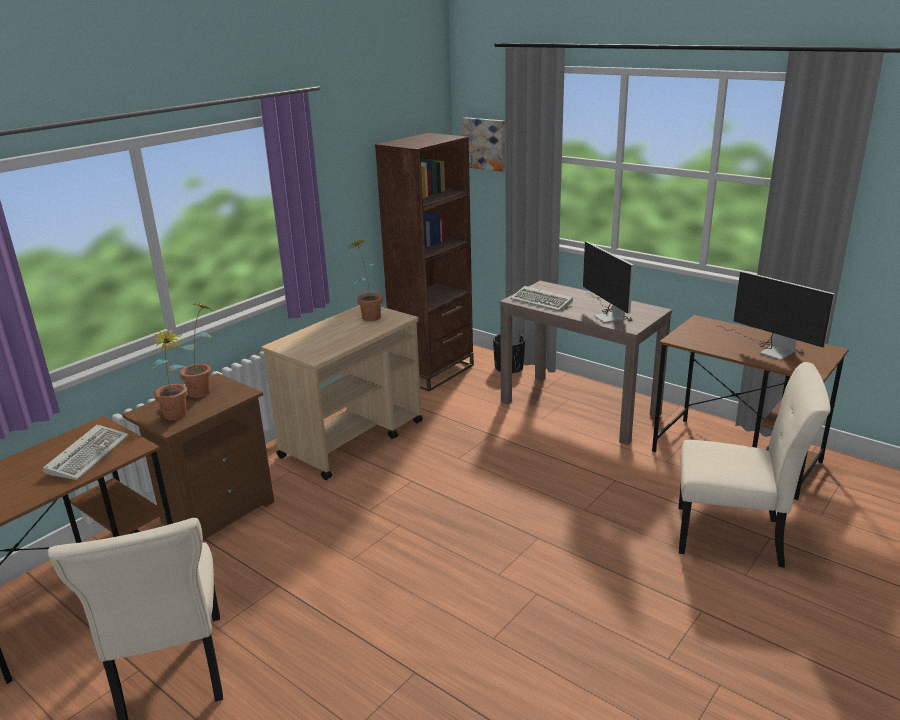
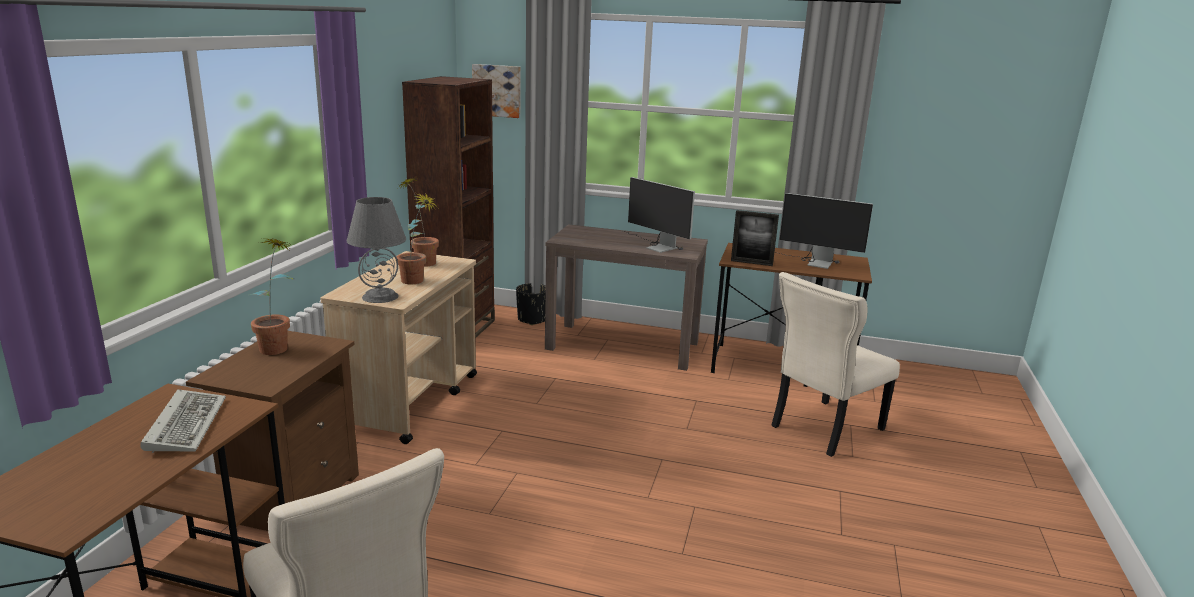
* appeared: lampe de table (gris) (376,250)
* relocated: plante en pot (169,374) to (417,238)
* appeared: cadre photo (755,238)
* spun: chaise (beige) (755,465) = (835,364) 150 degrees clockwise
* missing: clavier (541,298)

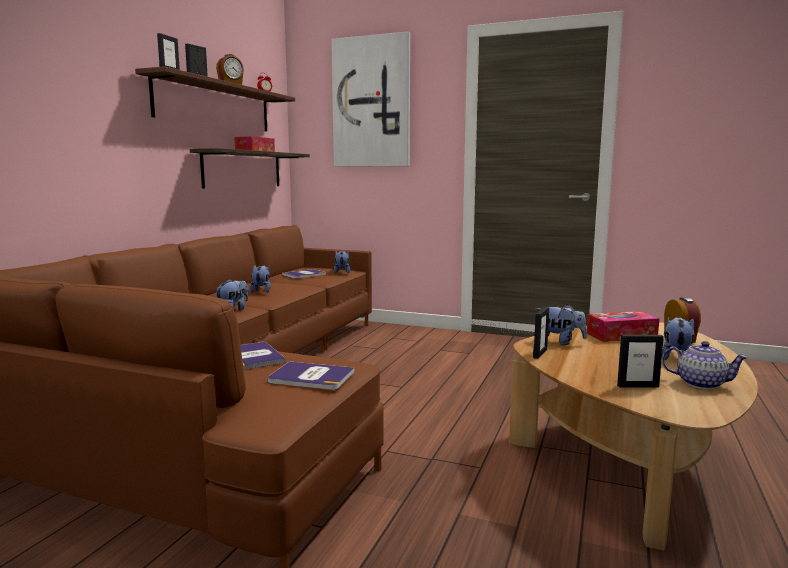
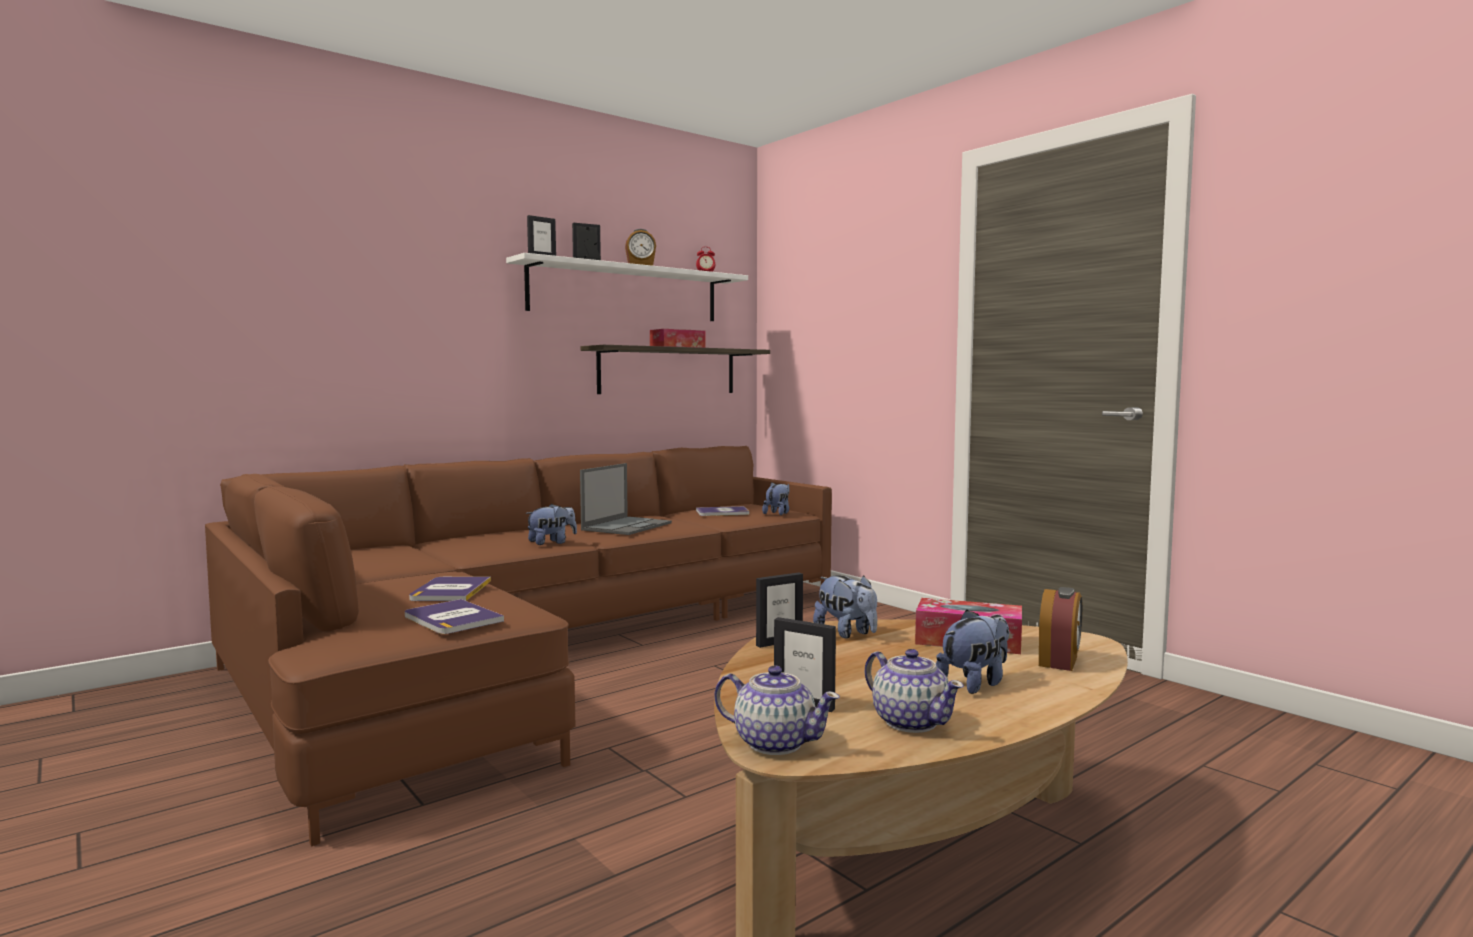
* colour: étagère (marron) (215,98) to étagère (blanc) (627,287)
* exchanged: peluche (260,279) to ordinateur portable (626,499)
* appeared: théière (777,710)
* missing: tableau (370,99)

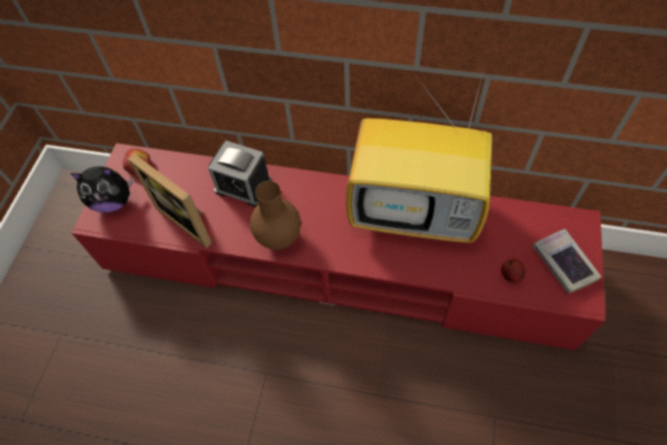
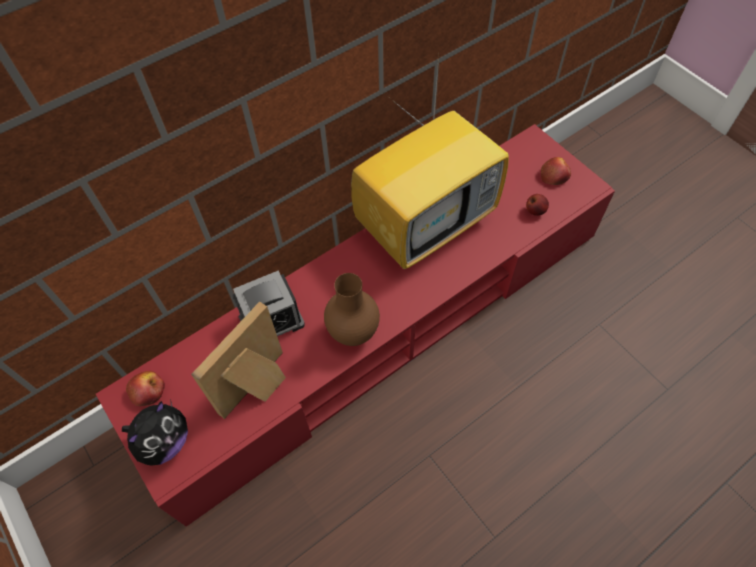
* spun: cadre photo (170,201) = (238,360) 135 degrees clockwise
* exchanged: livre (567,261) to pomme (556,171)

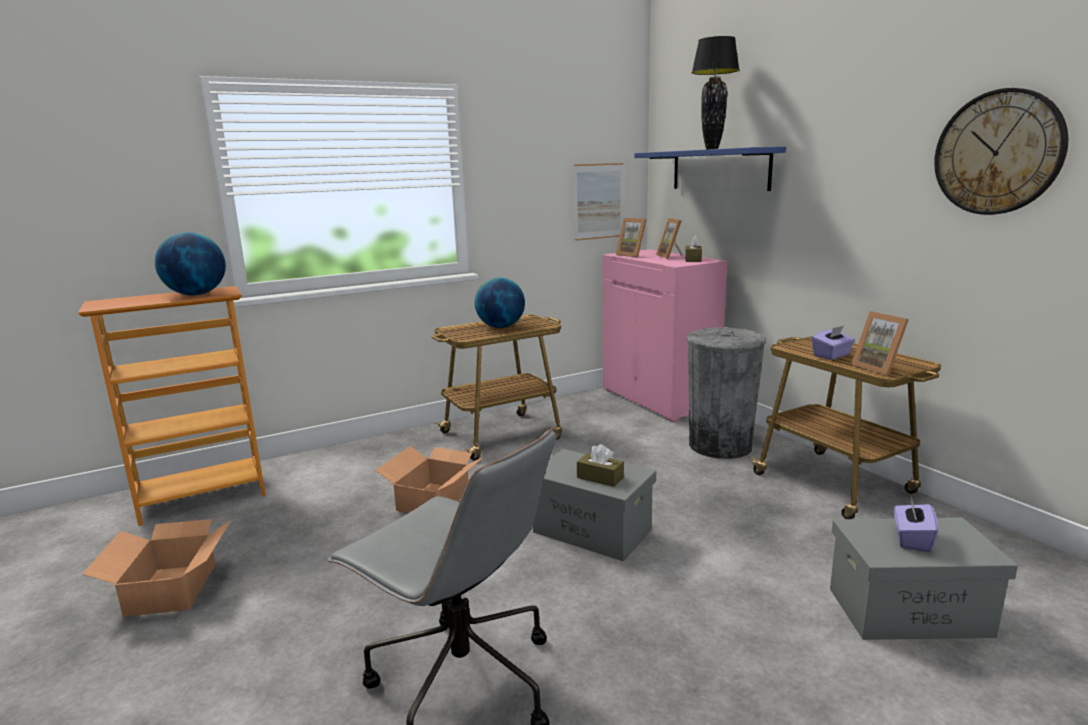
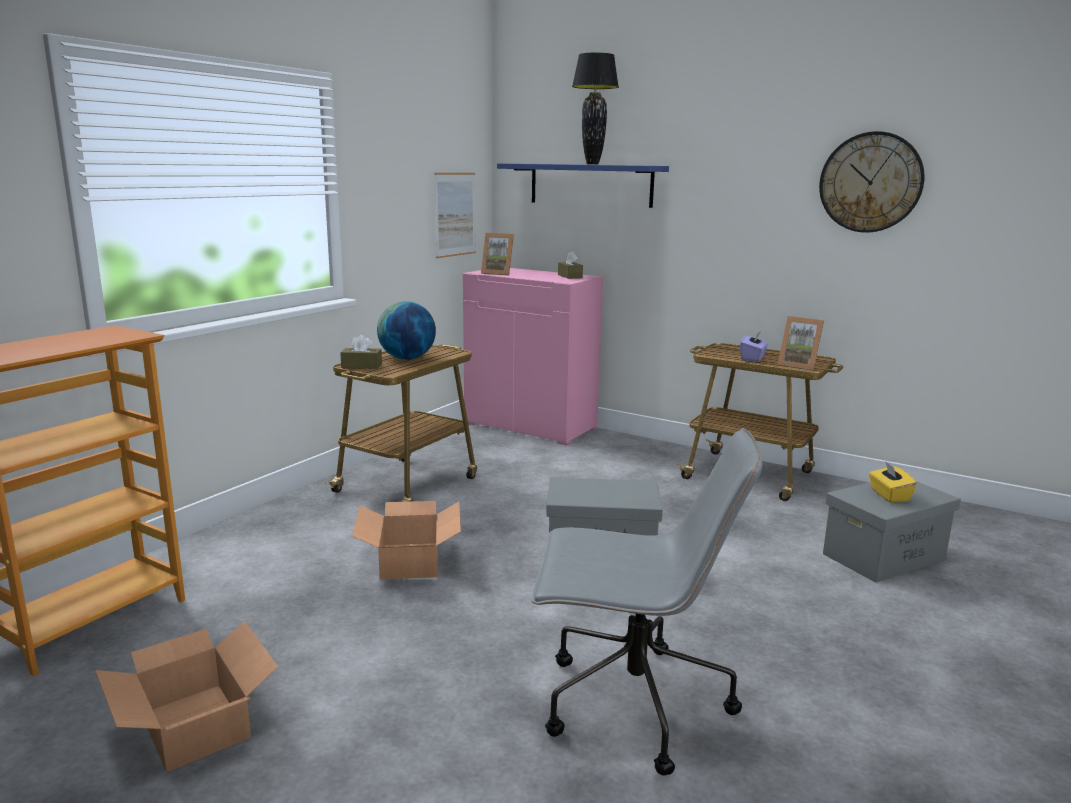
* relocated: boîte à mouchoirs (marron) (600,465) to (361,352)
* colour: boîte à mouchoirs (violet) (916,524) to boîte à mouchoirs (jaune) (893,482)
* missing: globe (190,263)
* missing: cadre photo (669,238)
* missing: poubelle (gris) (726,393)

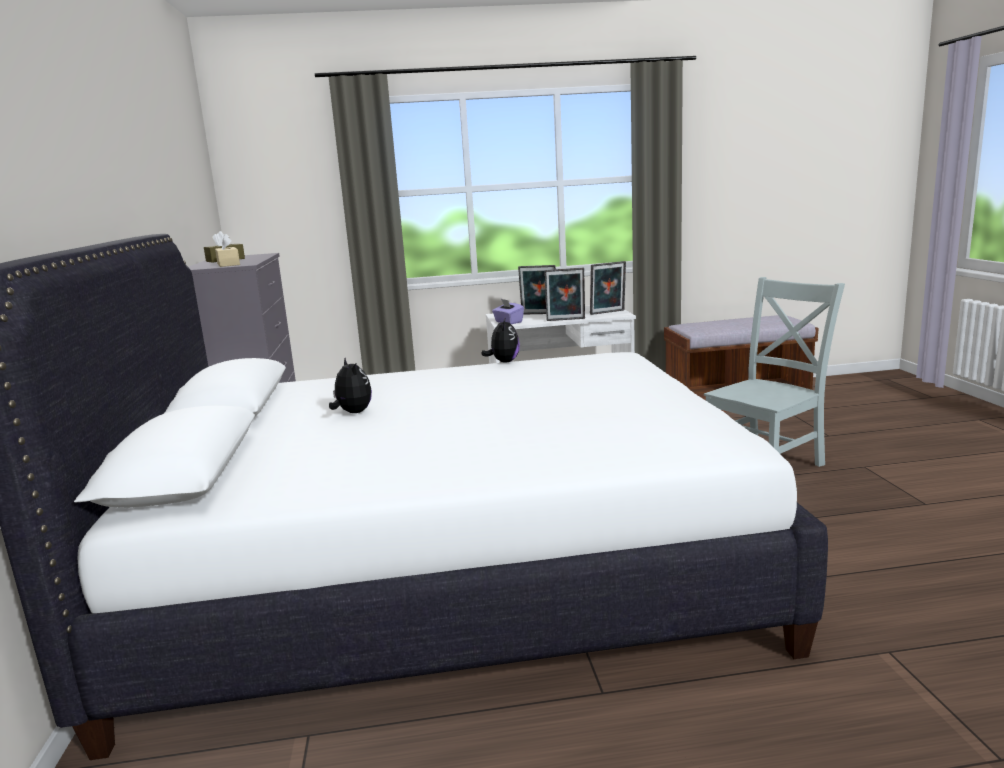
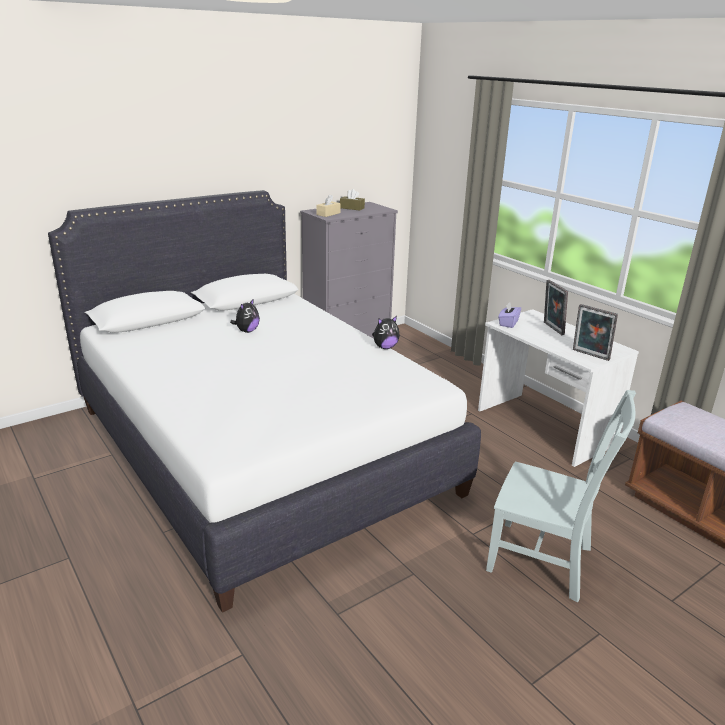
* missing: cadre photo (565,294)

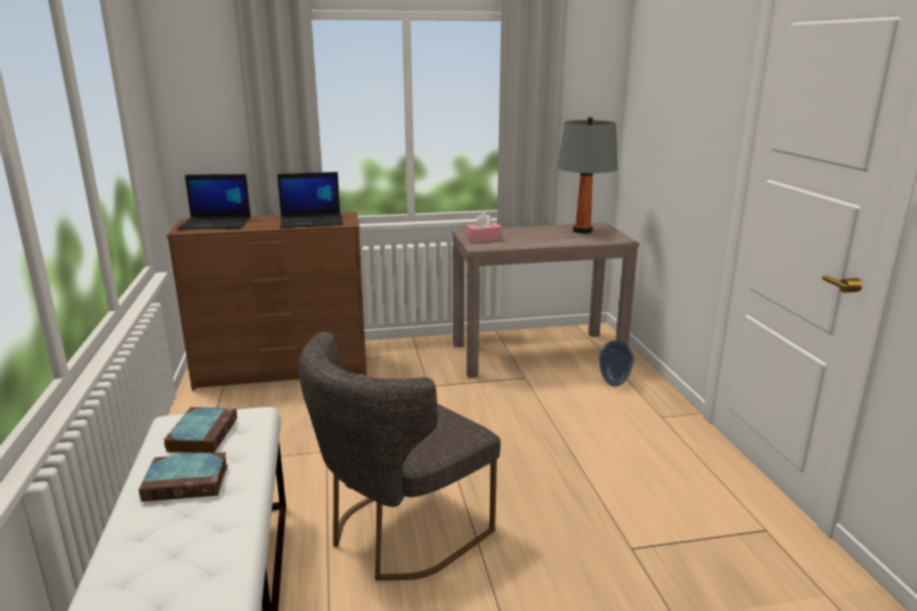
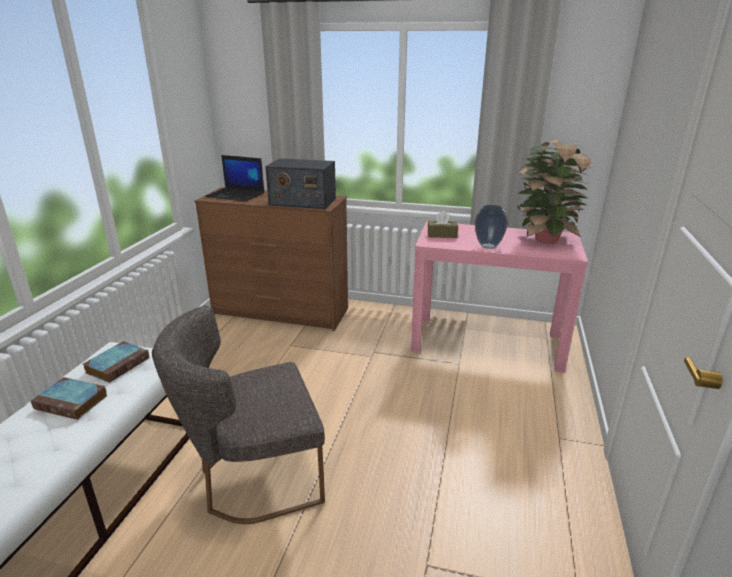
* exchanged: ordinateur portable (310,200) to radio (300,183)
* colour: table console (marron) (545,300) to table console (rose) (499,297)
* colour: boîte à mouchoirs (rose) (484,227) to boîte à mouchoirs (marron) (443,224)
* relocated: vase (616,363) to (491,227)
* exchanged: lampe de table (gris) (587,175) to plante en pot (553,192)

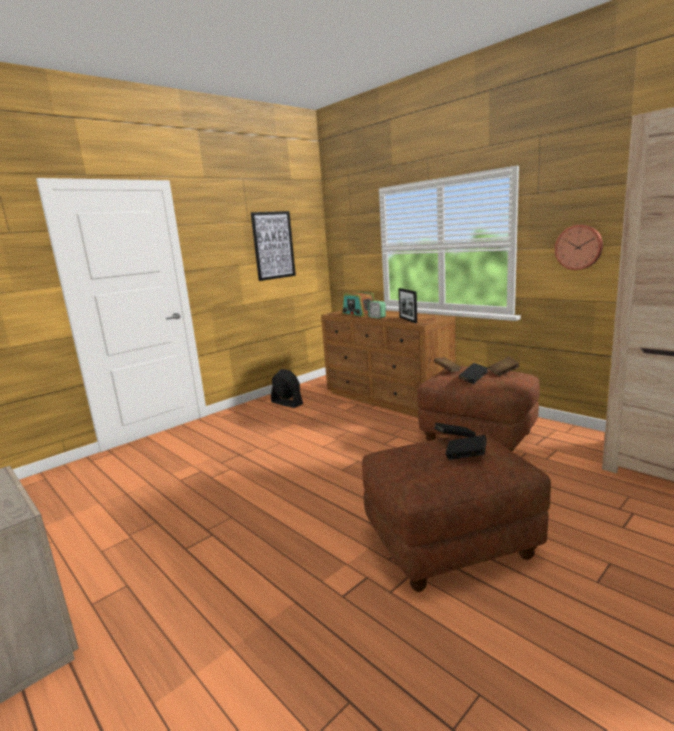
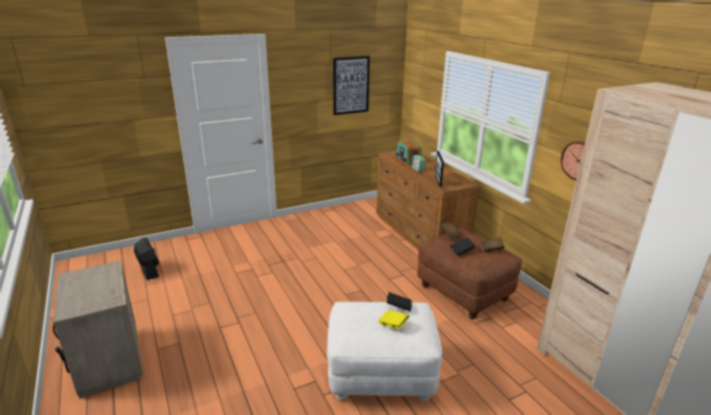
* relocated: ventilateur (noir) (287,388) to (146,259)
* colour: pouf (marron) (456,512) to pouf (blanc) (384,352)
* colour: livre (noir) (466,447) to livre (jaune) (394,319)

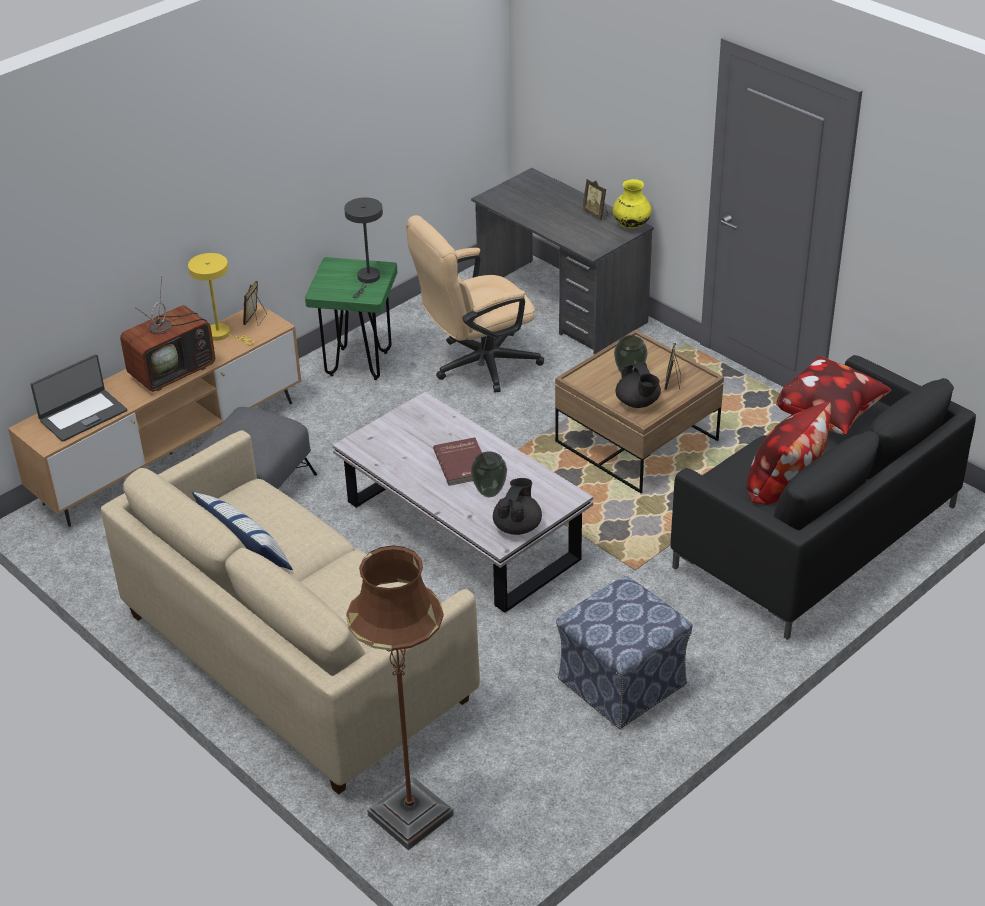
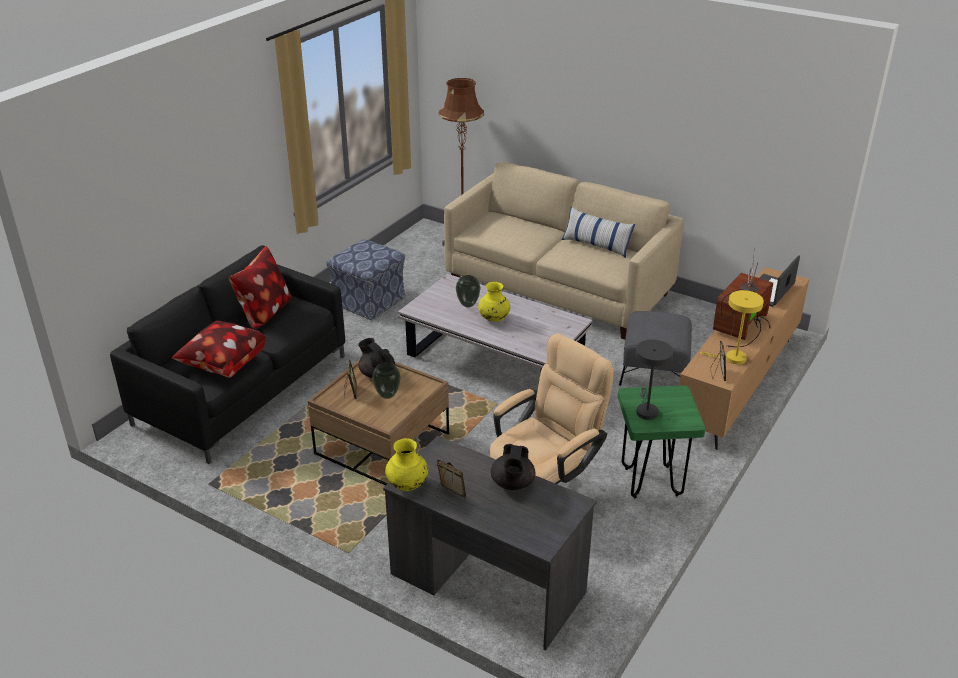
* exchanged: livre (rouge) (457,461) to vase (jaune) (494,302)
* relocated: théière (noir) (517,506) to (513,467)

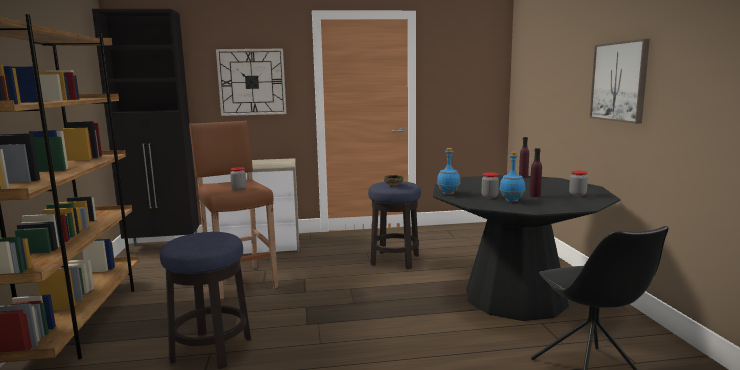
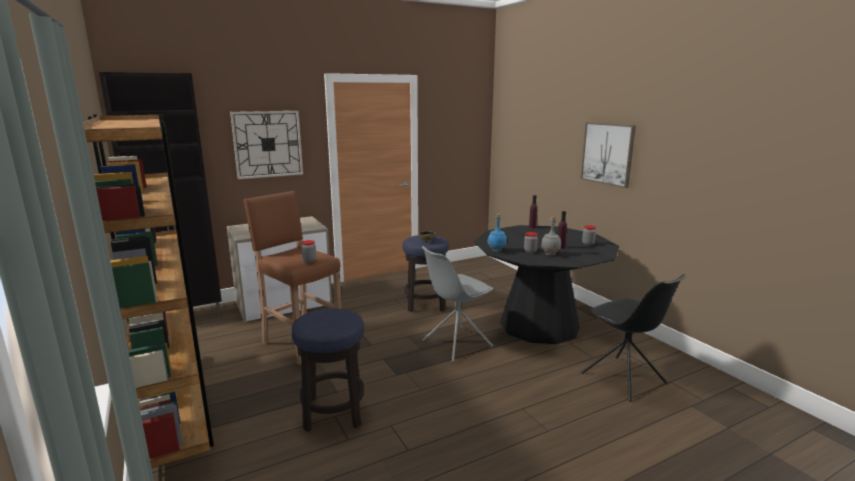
* appeared: chaise (gris) (458,304)
* colour: bouteille (bleu) (512,177) to bouteille (gris) (551,236)

